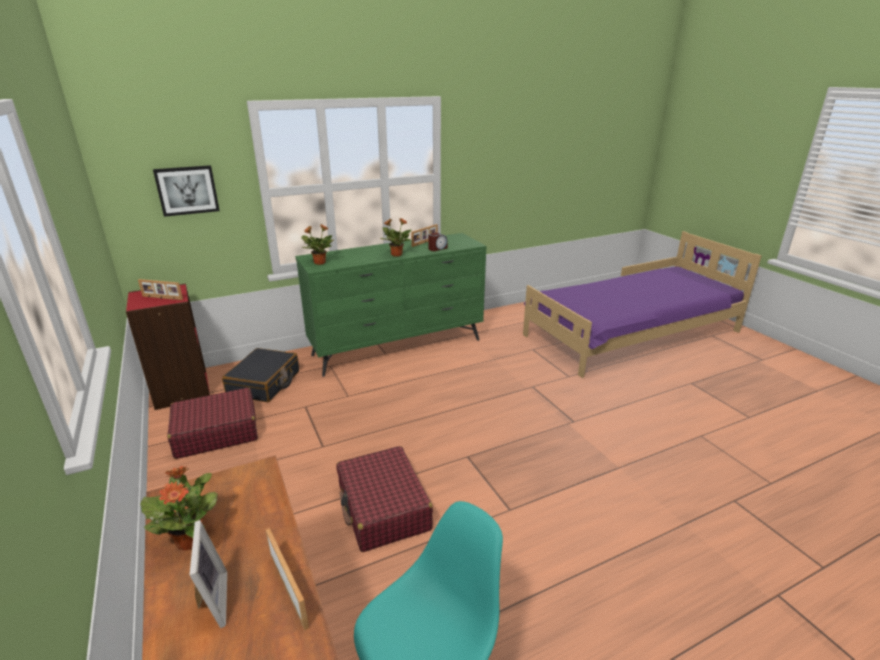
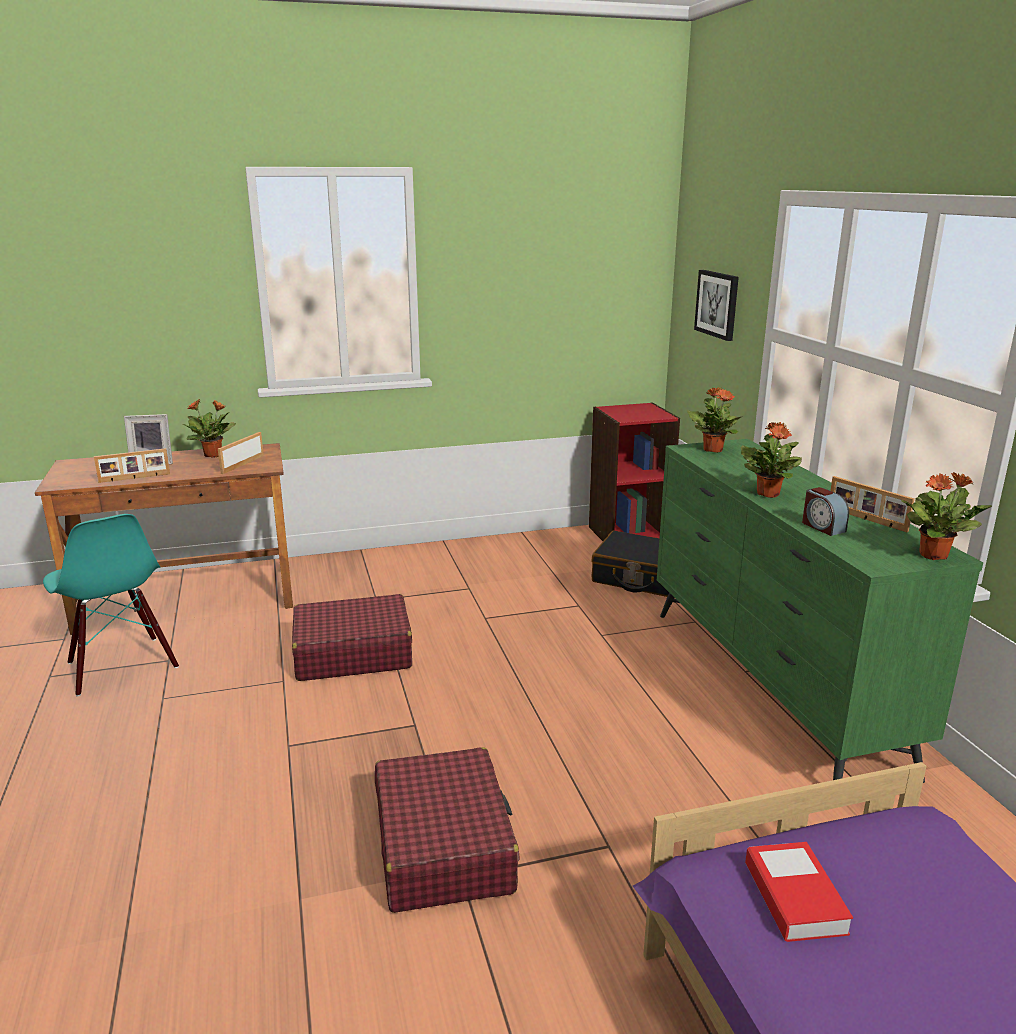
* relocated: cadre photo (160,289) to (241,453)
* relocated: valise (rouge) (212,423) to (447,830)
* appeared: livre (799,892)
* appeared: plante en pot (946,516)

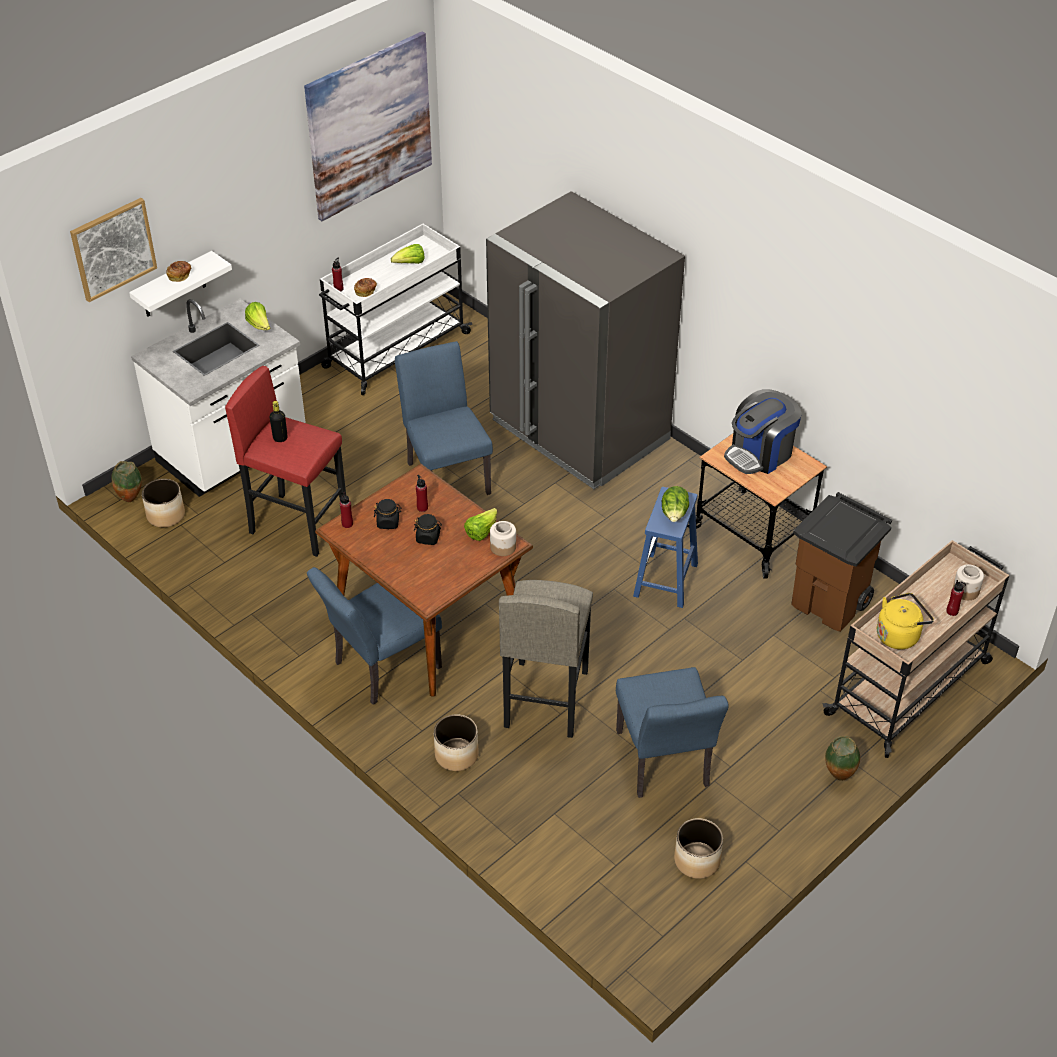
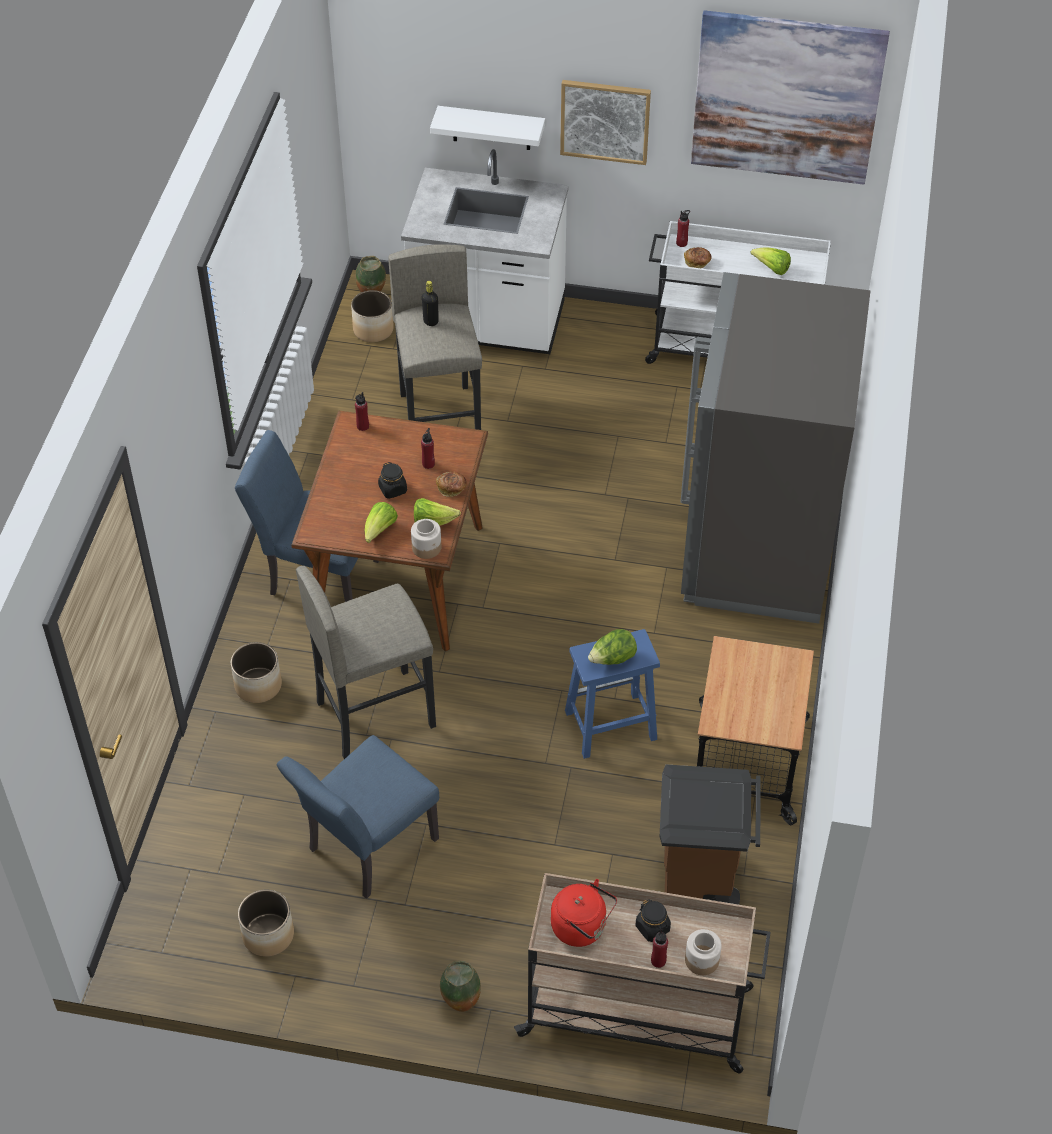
* relocated: laitue (257,316) to (381,522)
* colour: tabouret (rouge) (285,461) to tabouret (gris) (435,337)
* relocated: pain (178,271) to (451,484)
* colour: bouilloire (jaune) (905,621) to bouilloire (rouge) (584,913)
* relocated: tableau (113,250) to (605,122)
* relocated: bocal (noir) (388,514) to (653,920)
* missing: chaise (bleu) (444,418)
* missing: machine à café (763,431)

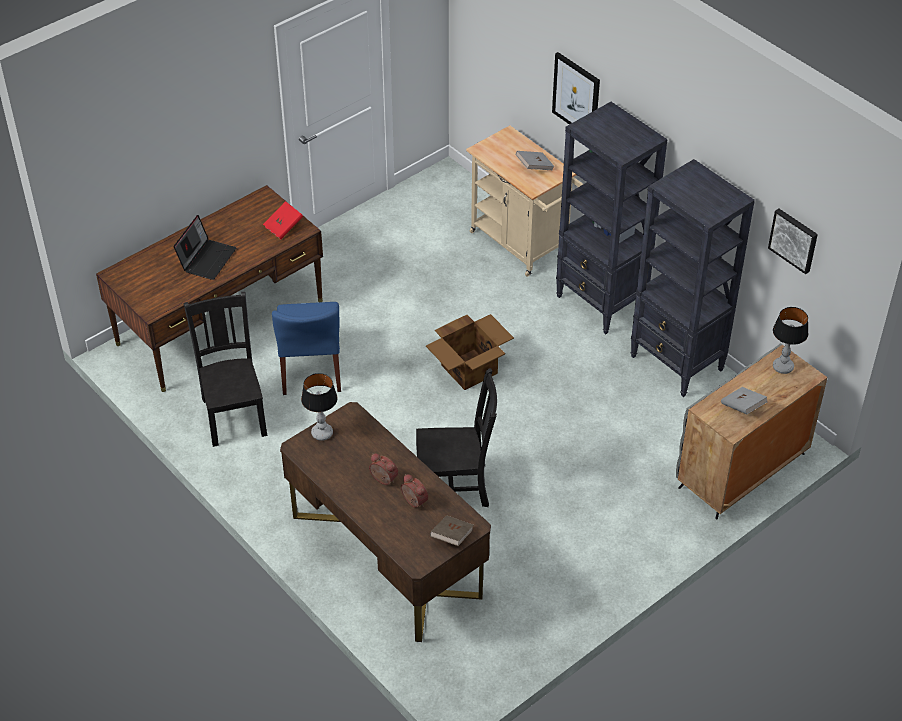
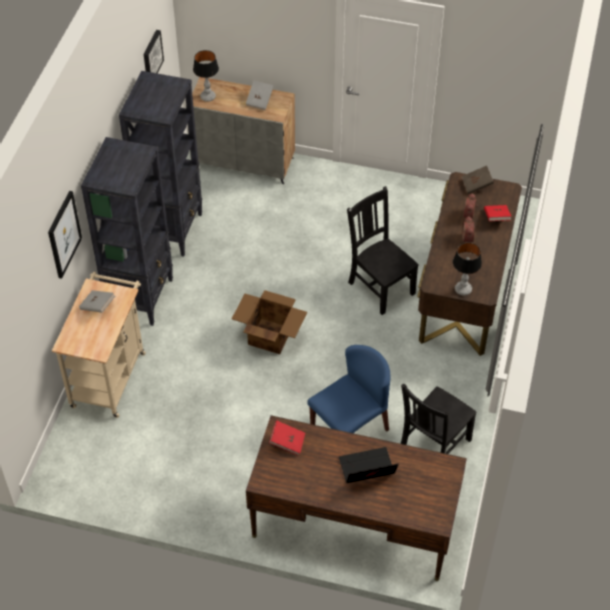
* appeared: livre (rouge) (497,213)

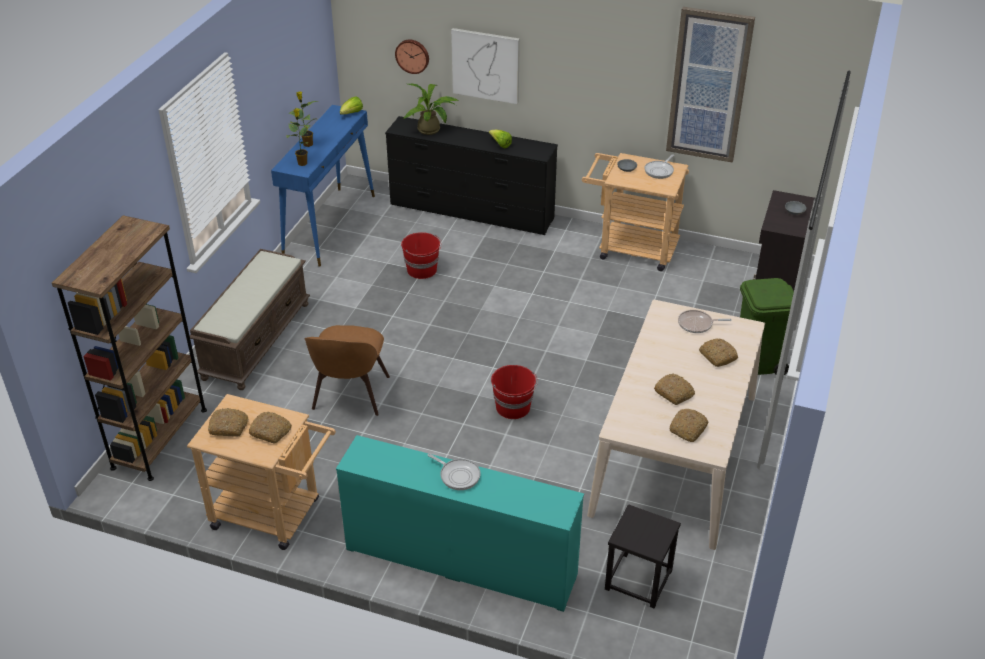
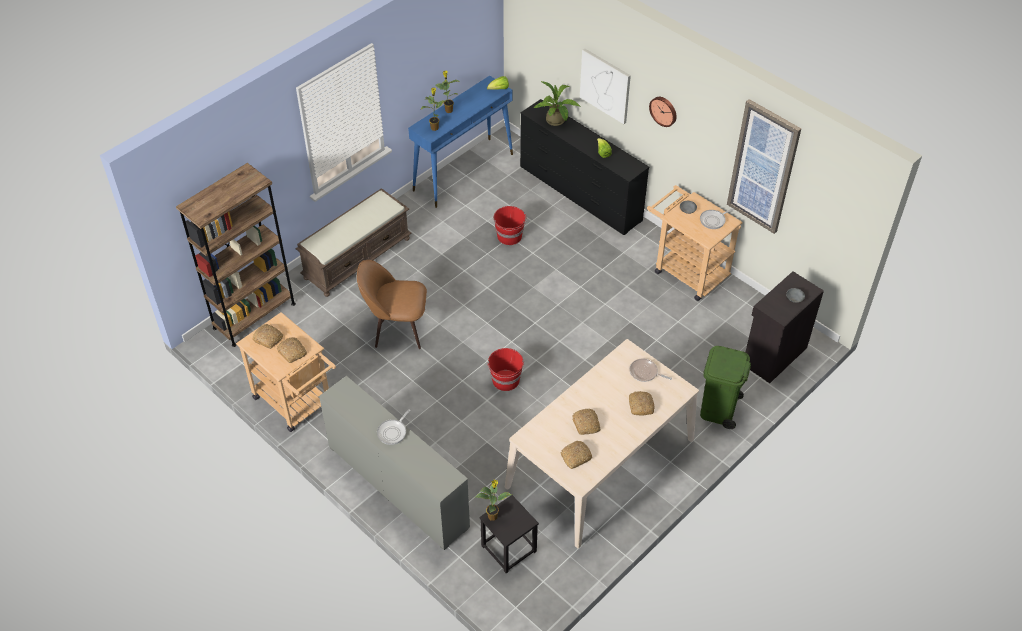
* colour: commode (turquoise) (460,523) to commode (gris) (394,463)
* spun: chaise (marron) (347,370) = (392,304) 60 degrees clockwise
* spun: poêle (454,471) = (393,427) 60 degrees clockwise
* appeared: plante en pot (493,500)
* relocated: horloge murale (412,57) to (662,112)

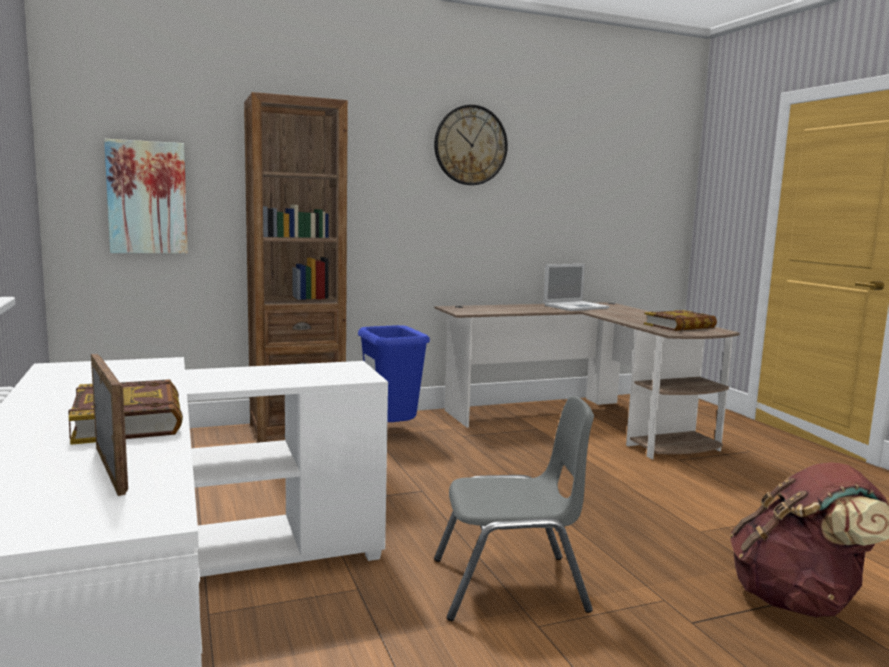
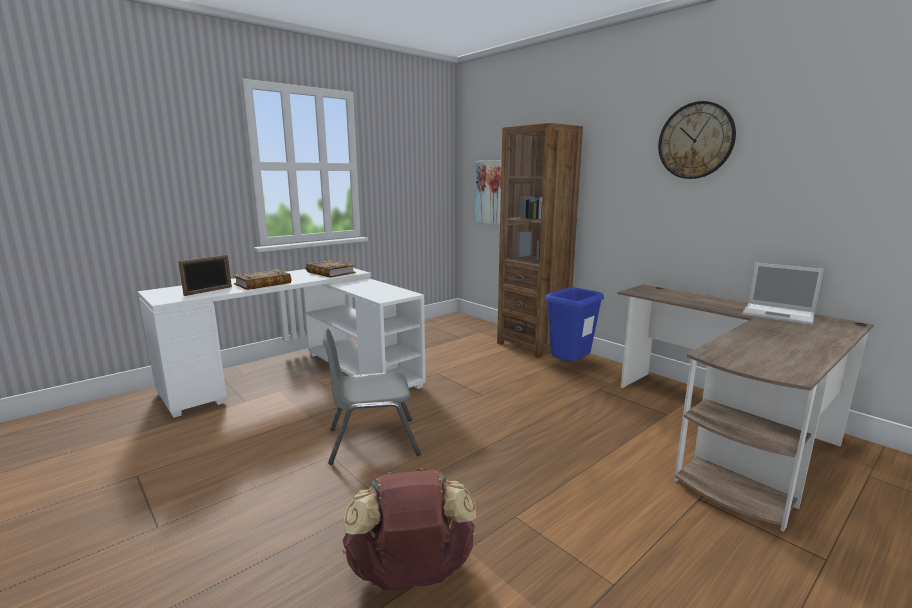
* relocated: livre (680,320) to (330,269)
* spun: chaise (gris) (514,508) = (372,396) 105 degrees clockwise

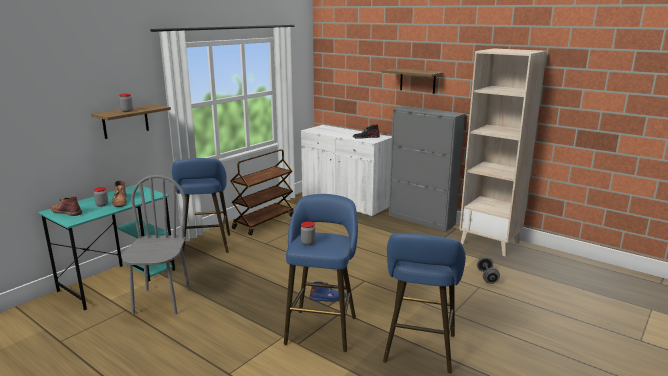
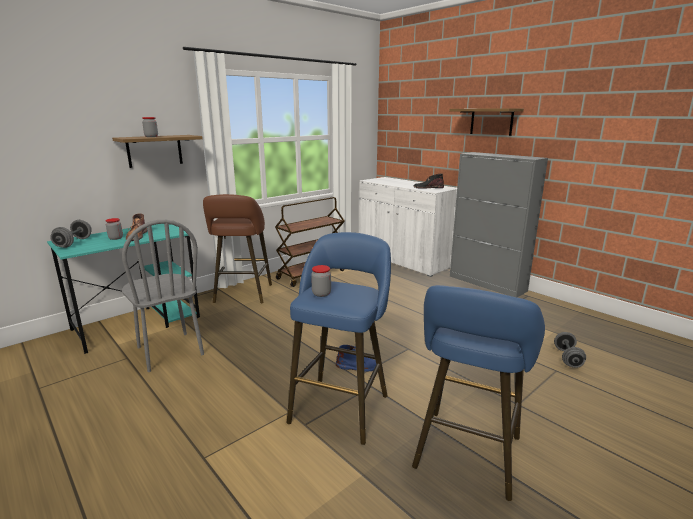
* exchanged: botte (marron) (66,206) to haltère (gris) (71,234)
* spun: chaise (gris) (155,245) = (163,296) 135 degrees clockwise
* colour: tabouret (bleu) (201,205) to tabouret (marron) (237,248)
* missing: bibliothèque (beige) (503,153)

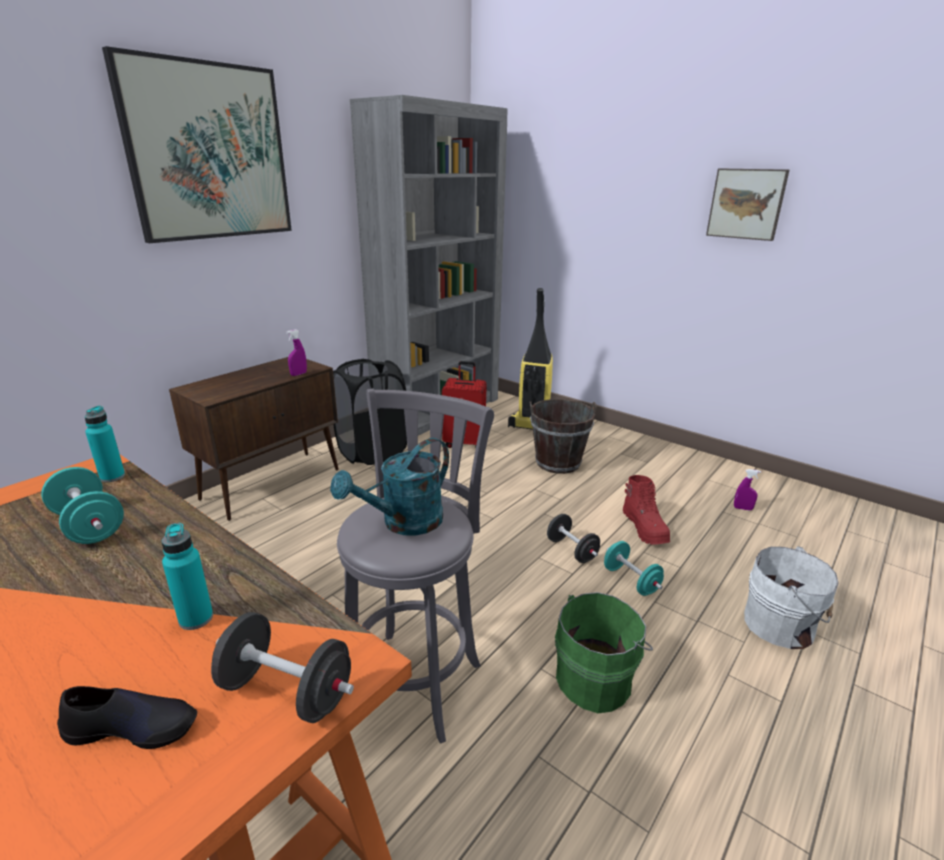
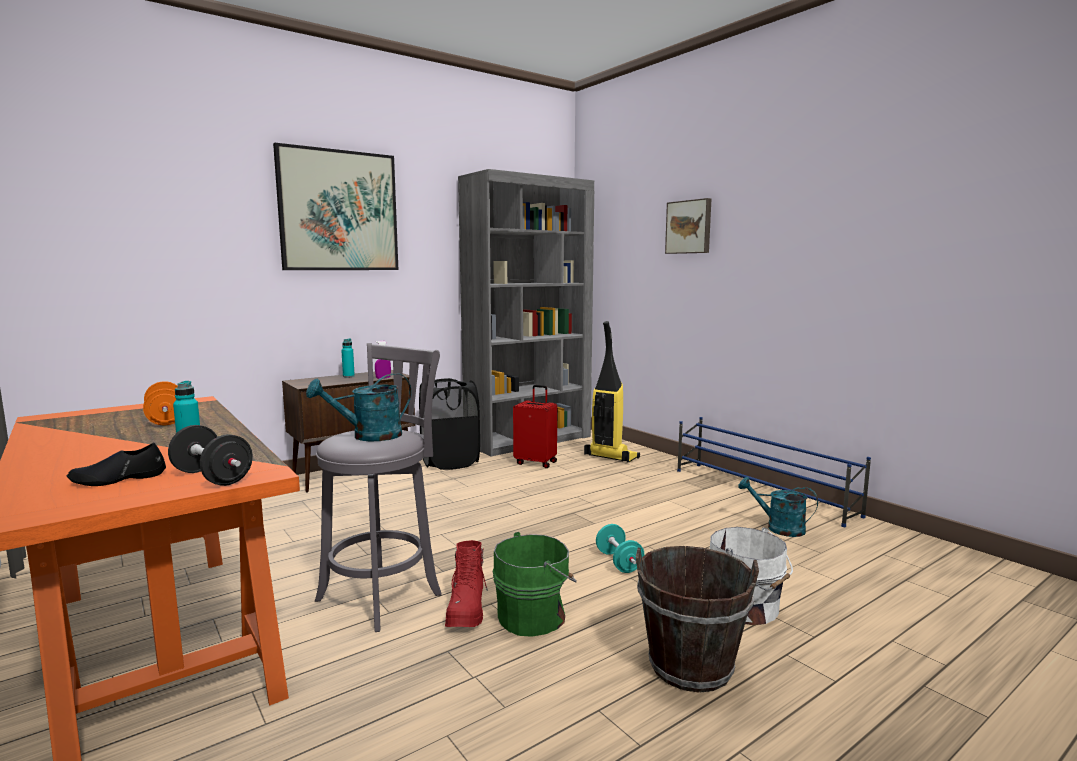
* spun: chaussure (noir) (127,717) = (116,464) 135 degrees clockwise
* colour: haltère (turquoise) (82,505) to haltère (orange) (160,403)
* relocated: bouteille (turquoise) (105,444) to (348,358)
* relocated: botte (rouge) (646,510) to (466,583)
* relocated: seau (marron) (563,436) to (697,619)
* relocated: tableau (747,204) to (688,226)
* appeared: étagère à chaussures (bleu) (774,472)
* exchanged: vaporisateur (violet) (747,489) to arrosoir (turquoise) (778,507)
* missing: haltère (noir) (573,538)

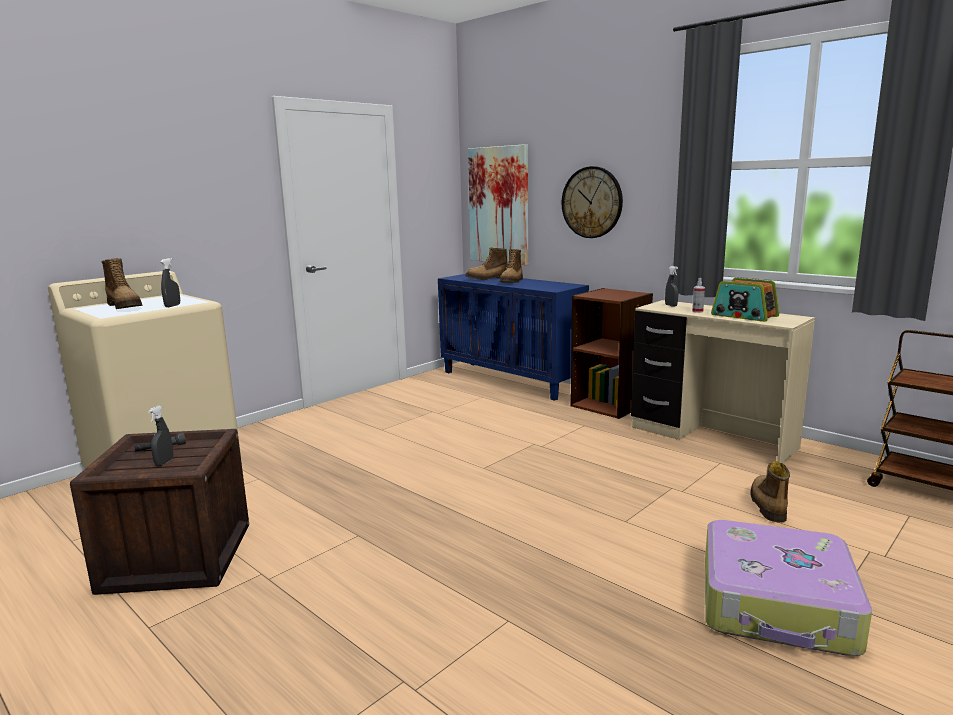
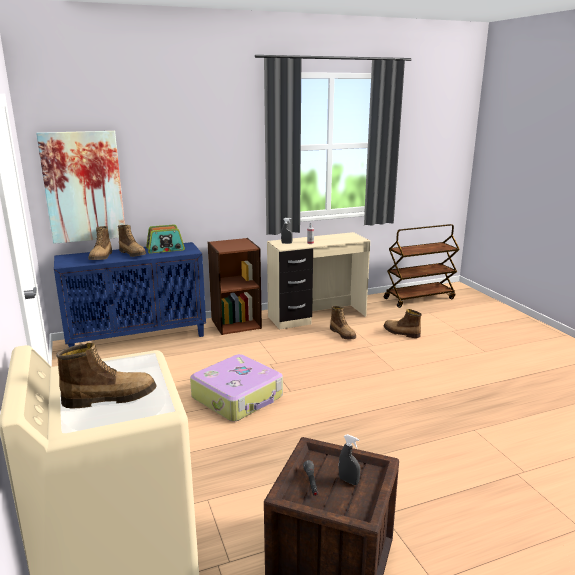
* relocated: radio (745,300) to (165,239)
* relocated: valise (788,588) to (236,388)
* appeared: botte (343,322)
* missing: vaporisateur (gris) (170,282)
* missing: horloge murale (592,202)

